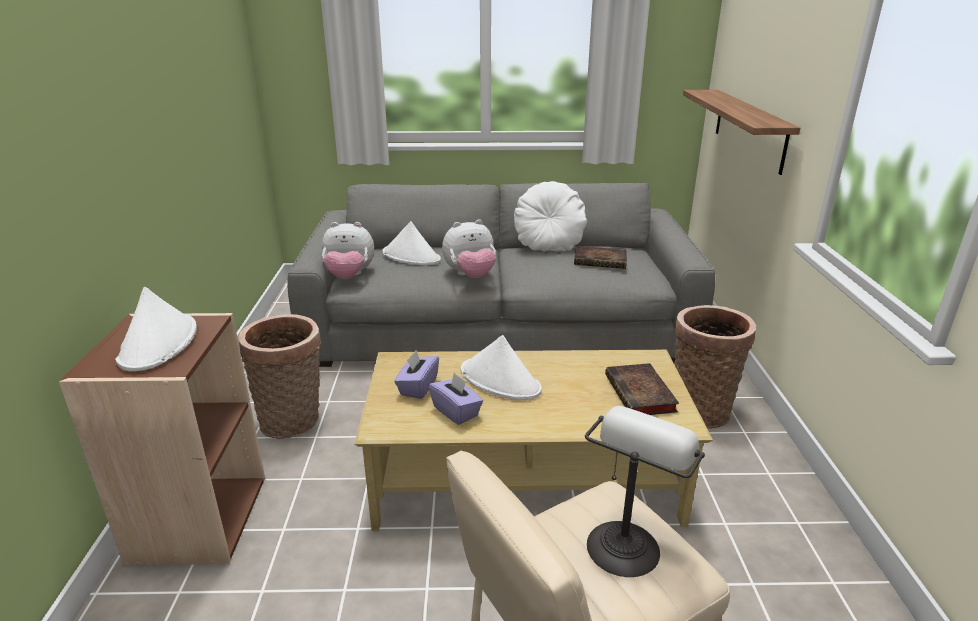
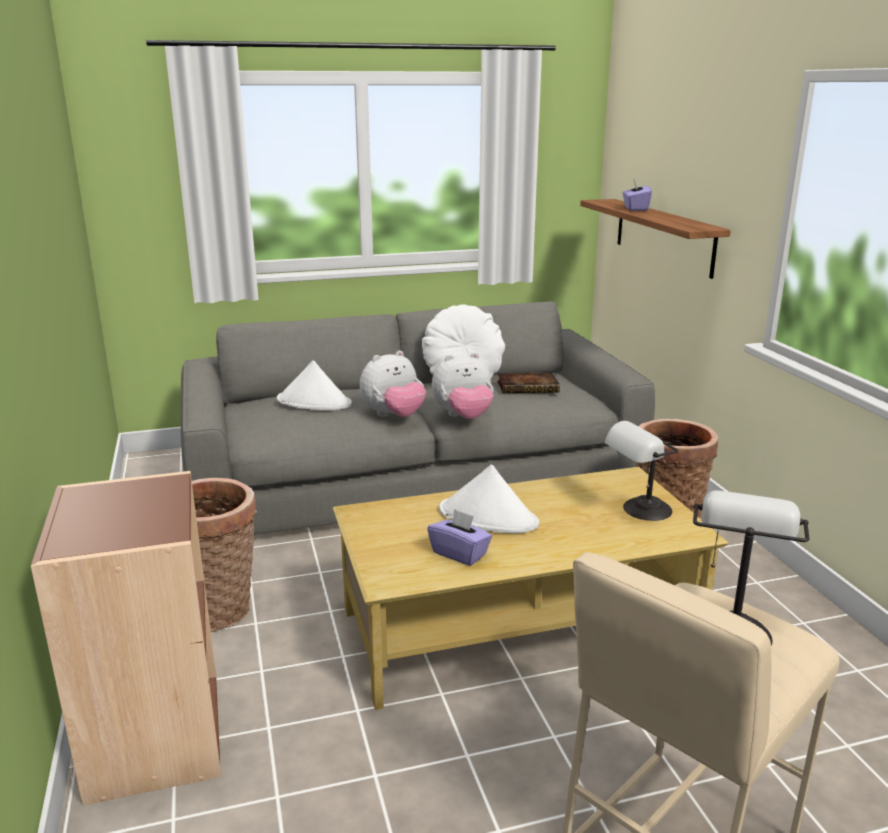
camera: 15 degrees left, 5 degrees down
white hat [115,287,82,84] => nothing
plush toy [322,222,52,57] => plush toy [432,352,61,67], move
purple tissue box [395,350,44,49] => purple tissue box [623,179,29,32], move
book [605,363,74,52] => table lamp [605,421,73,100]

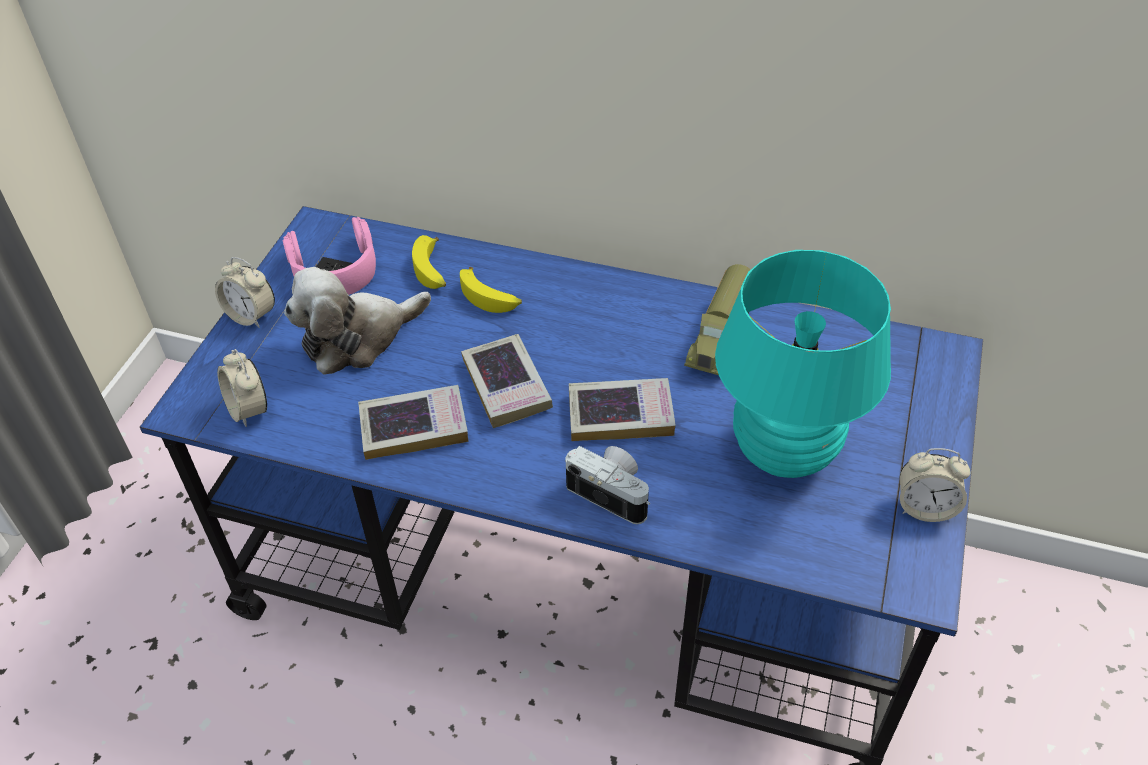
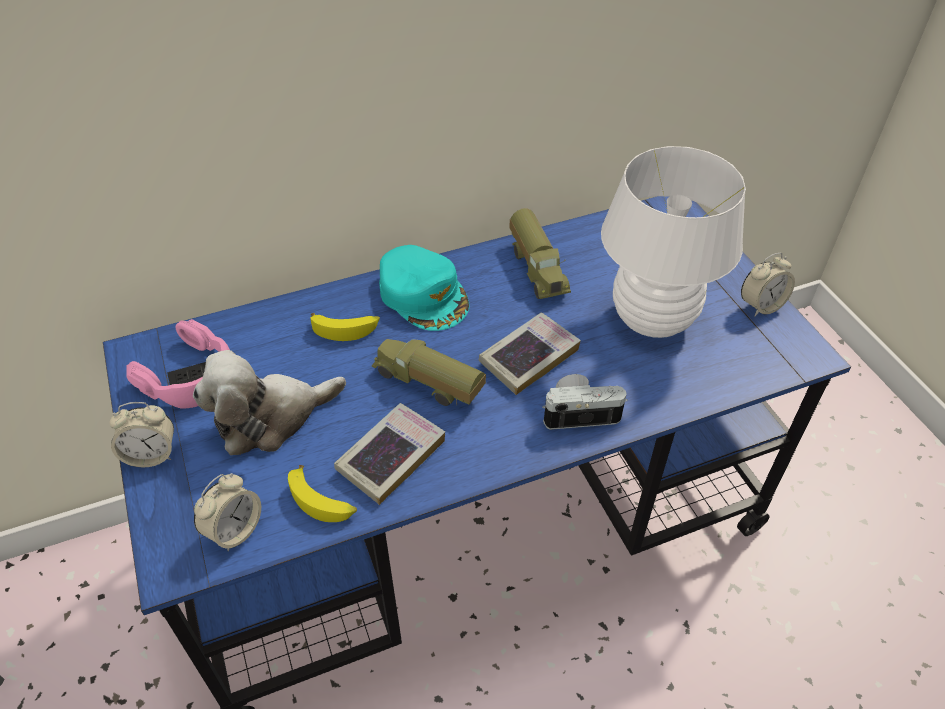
camera: 40 degrees left, 0 degrees up
nothing => turquoise cap [379,245,90,86]
banana [412,235,34,54] => banana [288,465,69,57], move
book [461,334,92,94] => toy truck [372,339,114,67]
turquoise table lamp [715,250,176,228] => white table lamp [601,146,145,192]
alarm clock [217,349,50,78] => alarm clock [194,473,67,78], 75 degrees counterclockwise
plush toy [284,267,147,108] => plush toy [193,350,153,105], 45 degrees clockwise

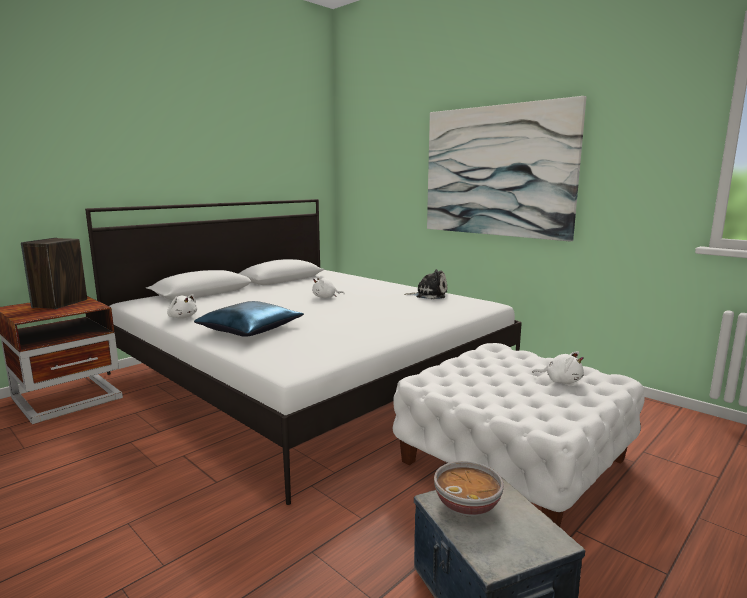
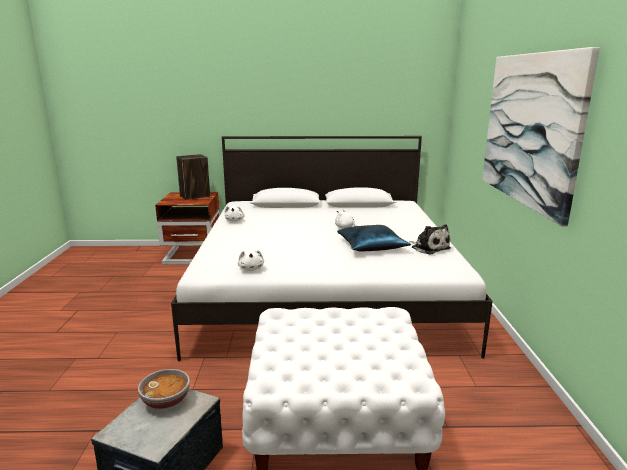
camera: 45 degrees right, 5 degrees up
blue pillow [194,301,110,36] => blue pillow [337,225,74,26], move
white plush toy [532,351,52,33] => white plush toy [238,249,26,22], move

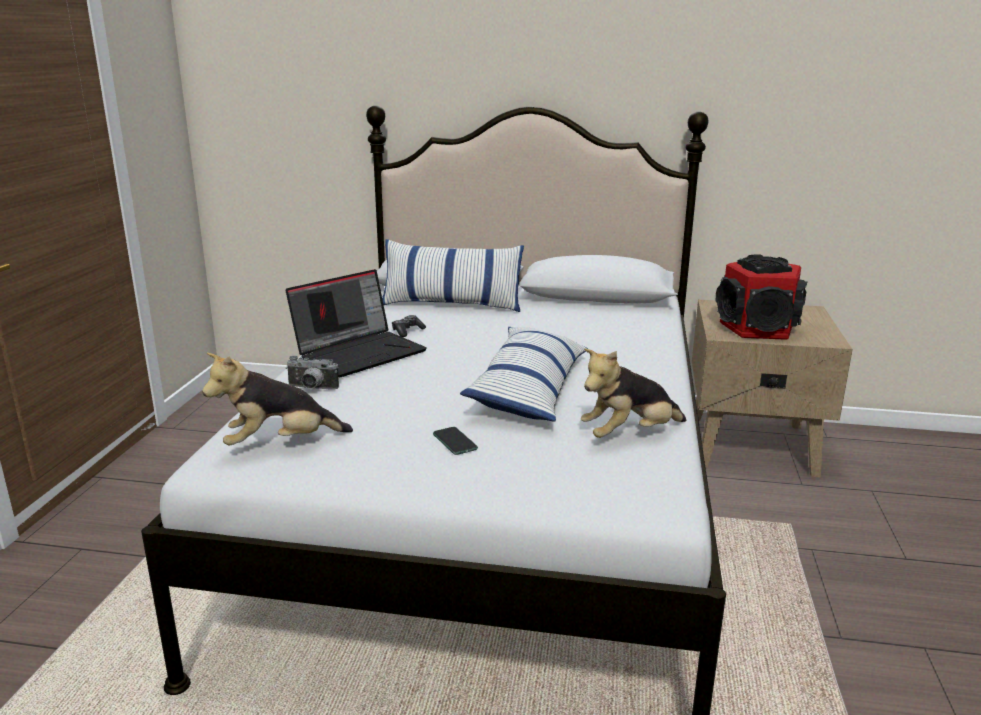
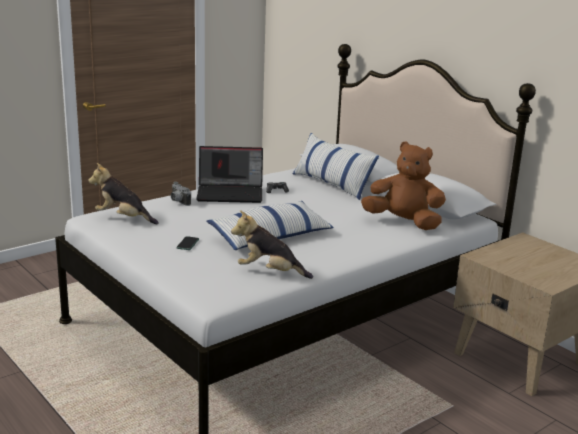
camera: 40 degrees right, 0 degrees up
speaker [716,255,91,85] => nothing
nothing => brown plush toy [361,142,85,88]

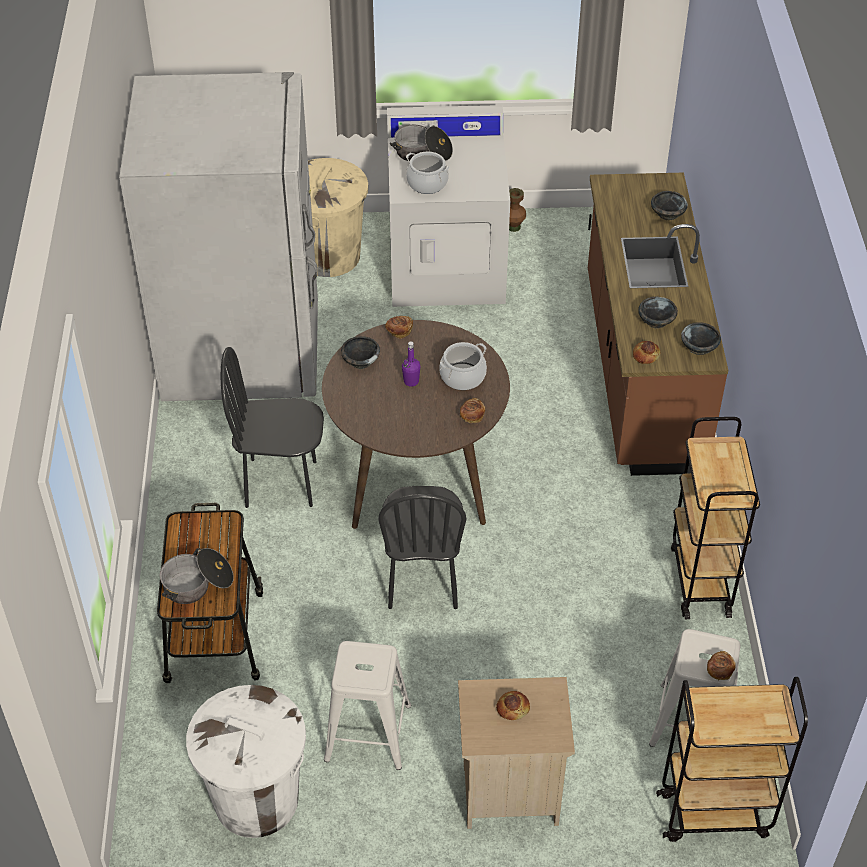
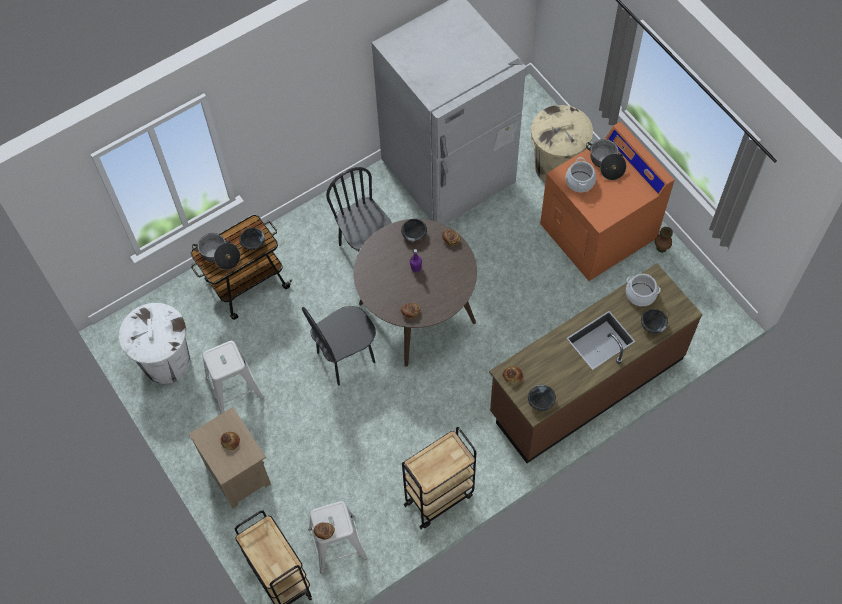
camera: 60 degrees right, 15 degrees up
cooking pot [439,342,48,48] => cooking pot [626,274,35,32], move
black bowl [638,296,40,33] => black bowl [239,228,26,22], move
white washing machine [387,105,123,202] => orange washing machine [540,121,134,160]

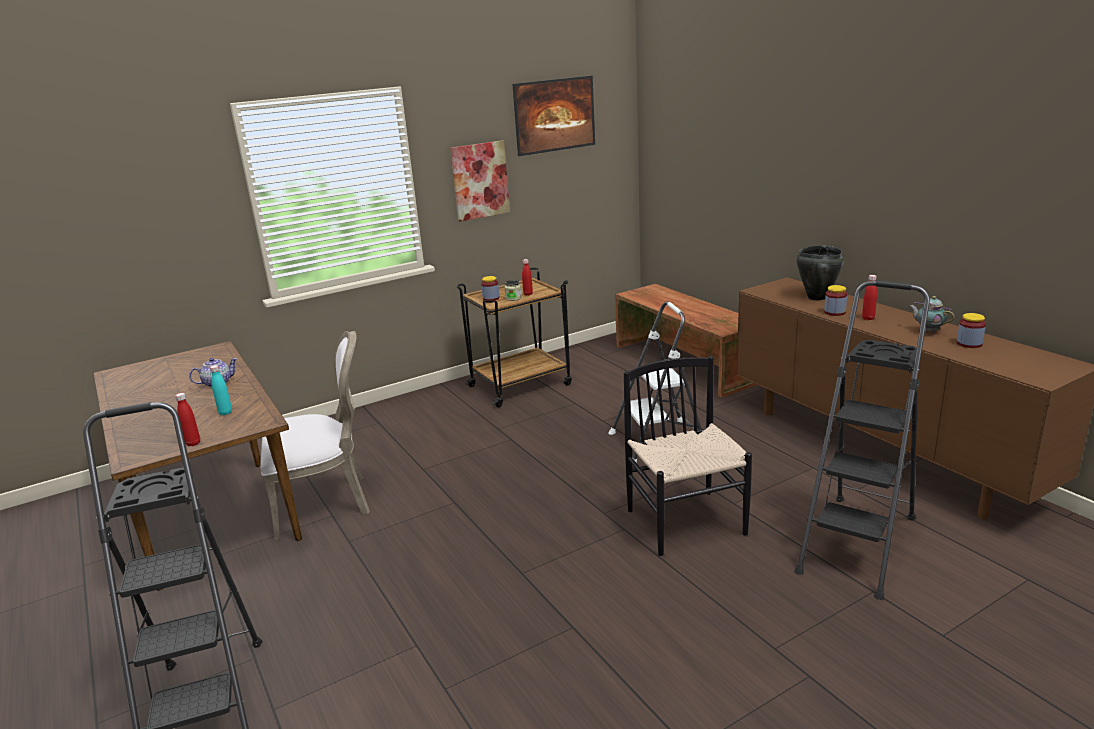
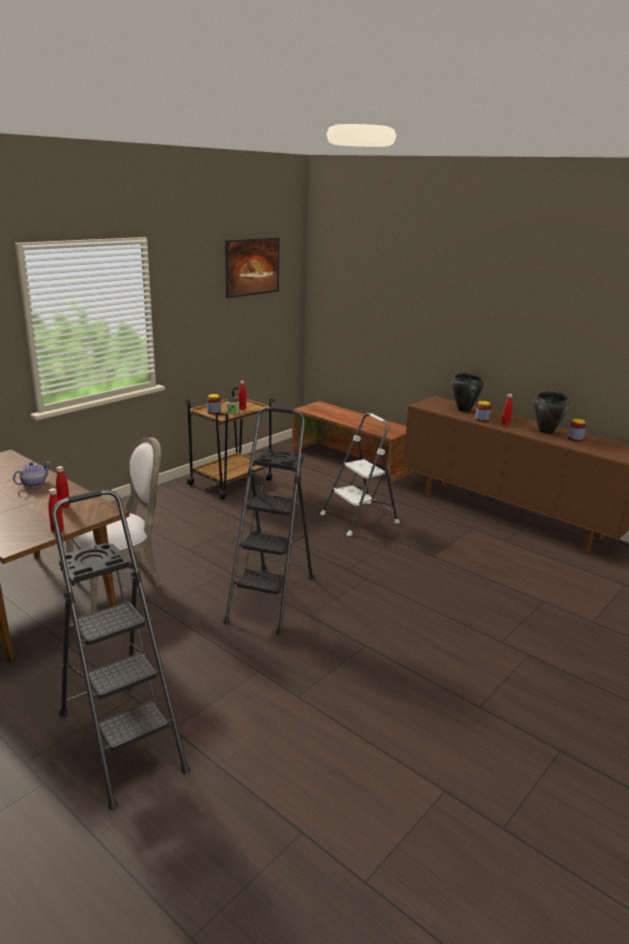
camera: 20 degrees left, 0 degrees up
picture [450,140,60,82] => nothing
black chair [624,356,128,200] => nothing
step ladder [794,280,136,320] => step ladder [223,407,91,228], move
teapot [909,296,46,37] => black cooking pot [534,391,36,43]
turquoise bottle [210,365,22,50] => red bottle [56,466,14,42]

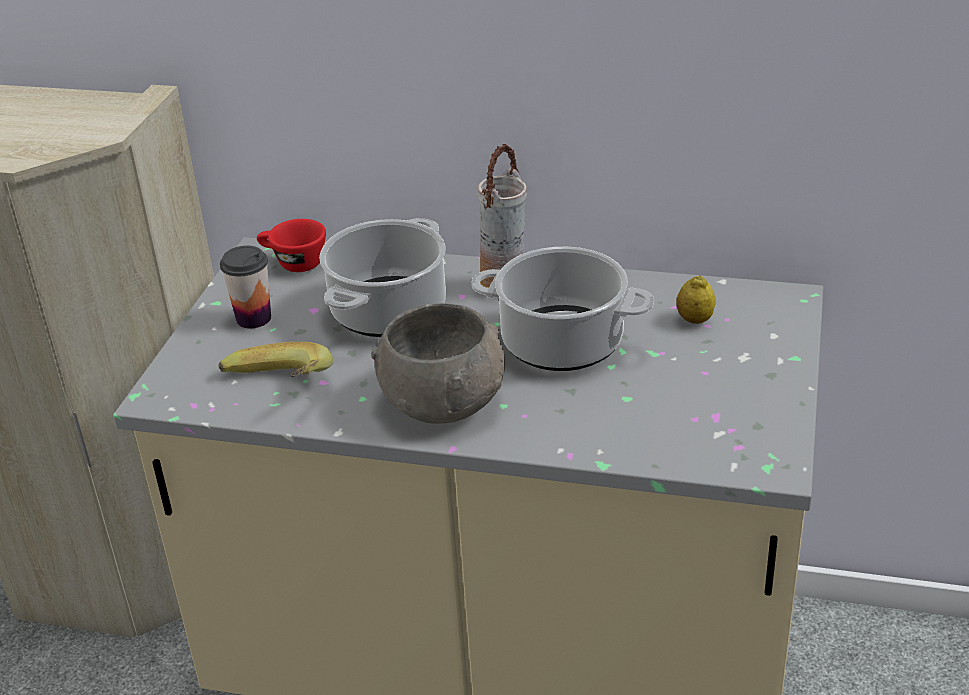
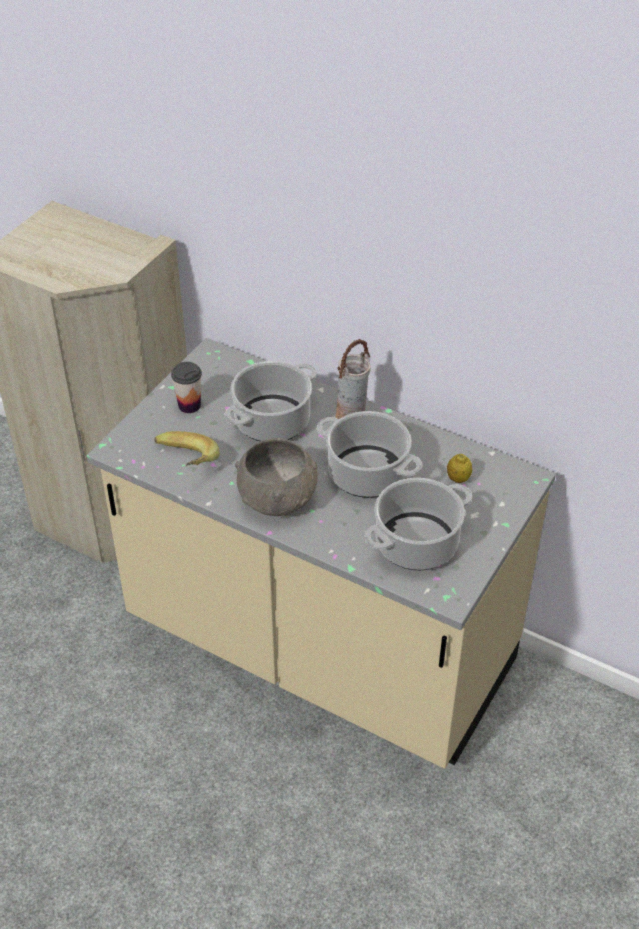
camera: 15 degrees right, 10 degrees up
red cup [257,219,69,53] => nothing
nothing => cooking pot [365,478,107,92]

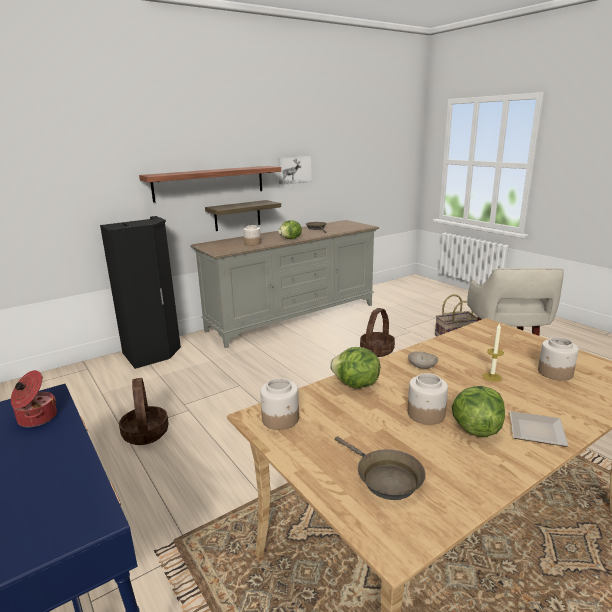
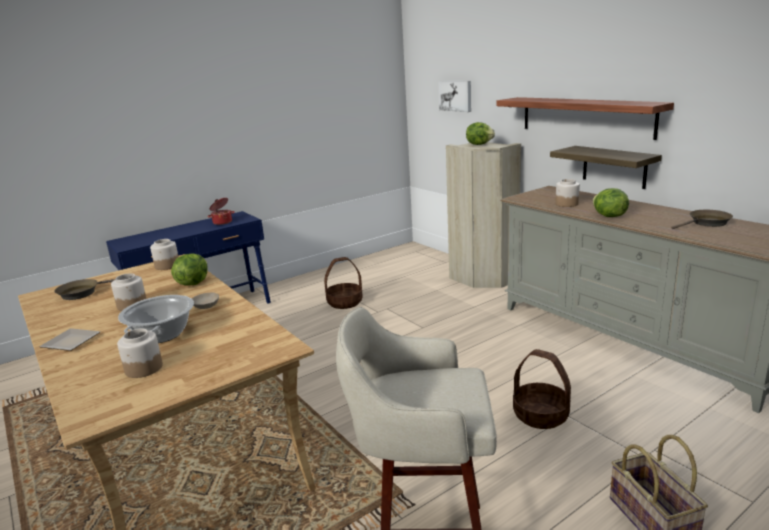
camera: 90 degrees right, 0 degrees up
picture [278,156,33,29] => picture [439,81,32,31], move
lettuce [452,386,53,51] => lettuce [466,122,29,23], move
candle [483,324,21,58] => cooking pot [118,295,76,48]
black cabinet [100,216,81,153] => beige cabinet [446,142,75,146]

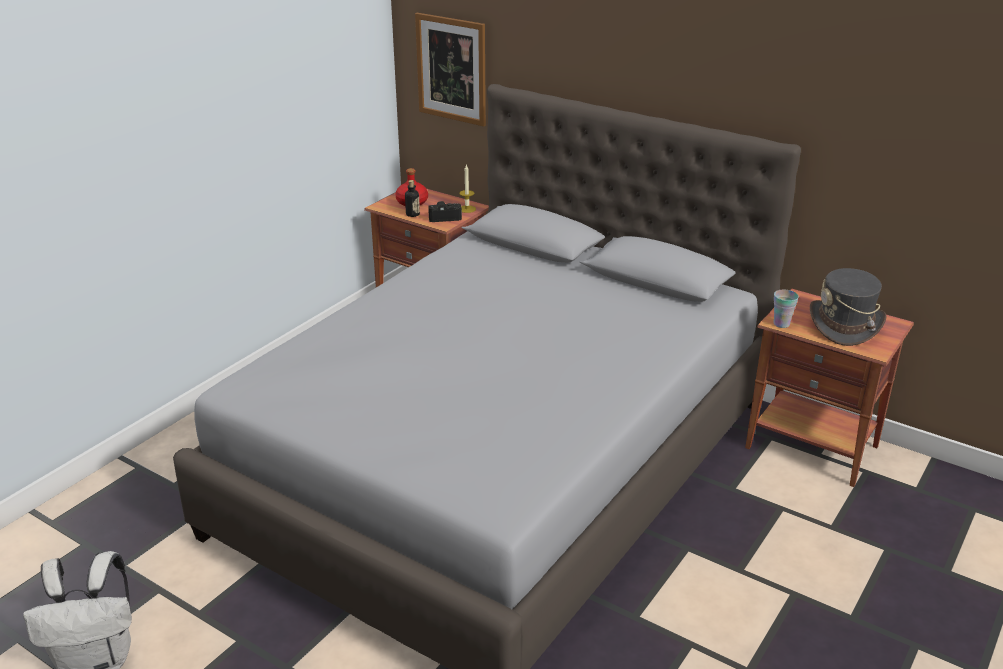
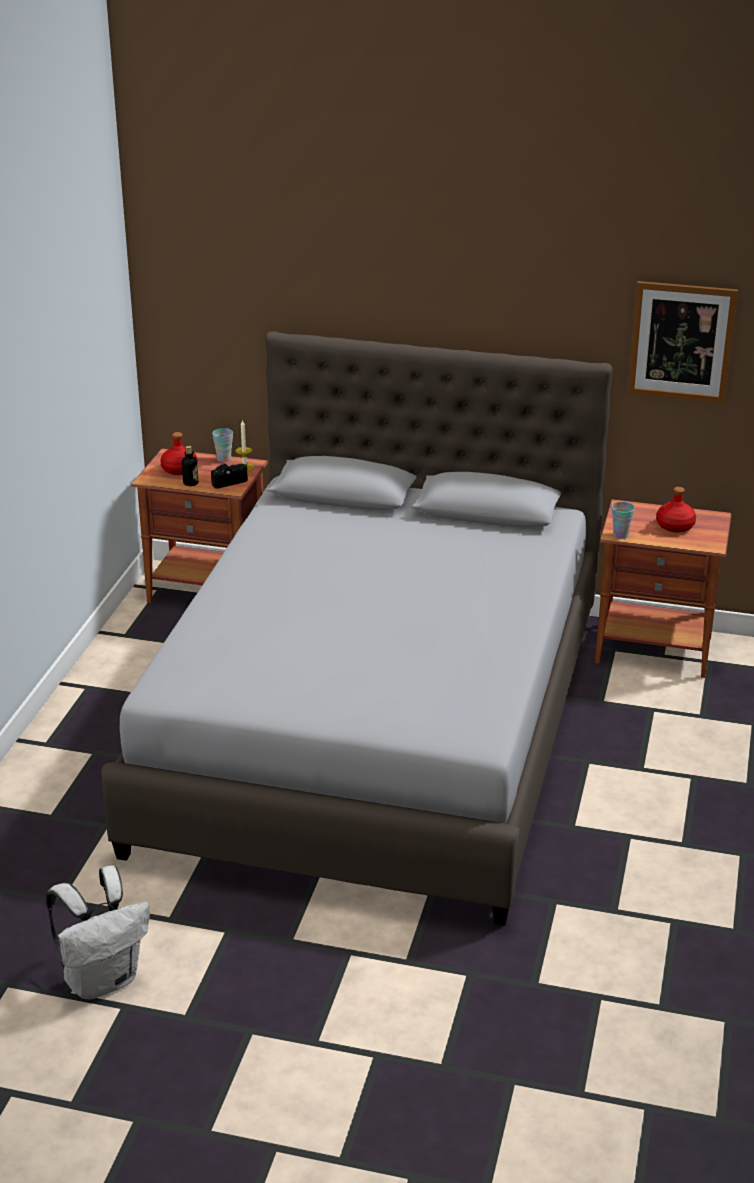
camera: 20 degrees left, 0 degrees up
nothing => cup [212,428,21,34]
picture [415,13,71,113] => picture [628,281,110,122], move
grey hat [810,268,77,78] => red bottle [656,487,40,45]

